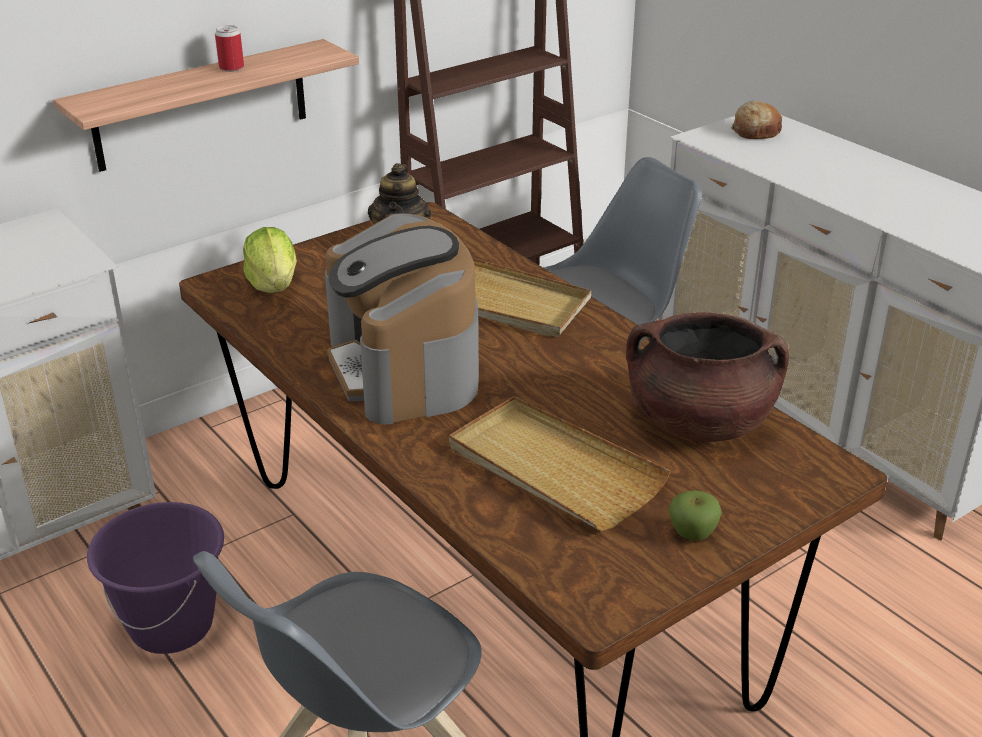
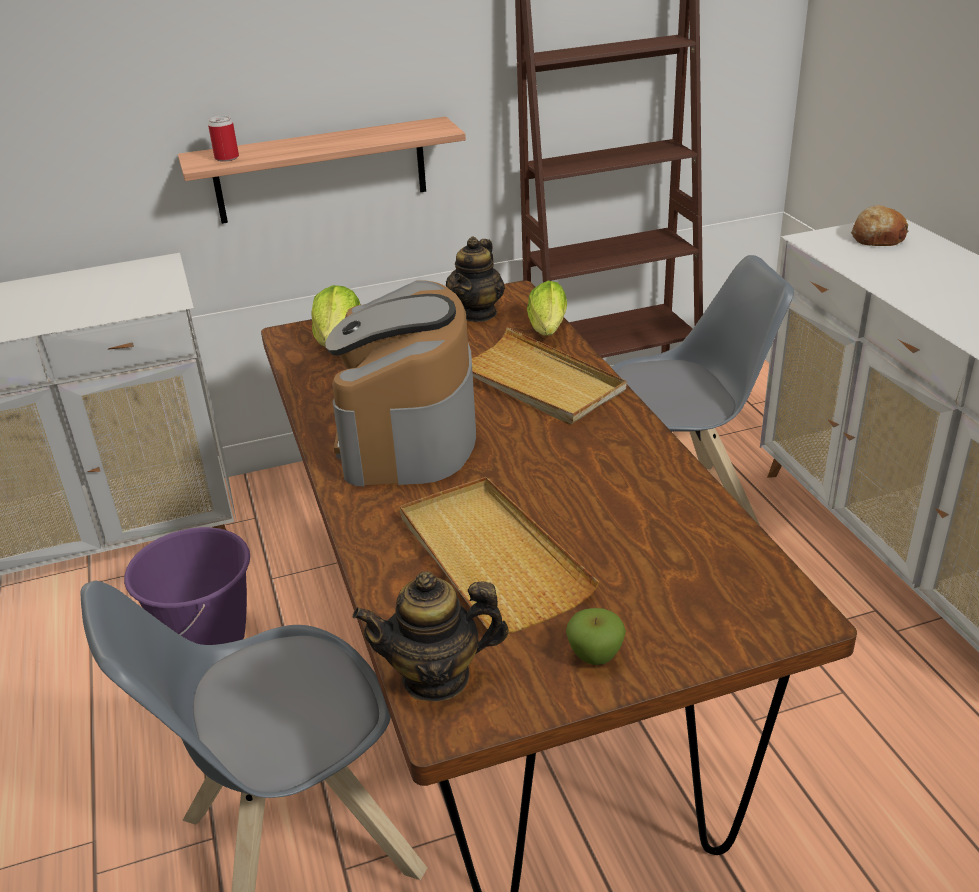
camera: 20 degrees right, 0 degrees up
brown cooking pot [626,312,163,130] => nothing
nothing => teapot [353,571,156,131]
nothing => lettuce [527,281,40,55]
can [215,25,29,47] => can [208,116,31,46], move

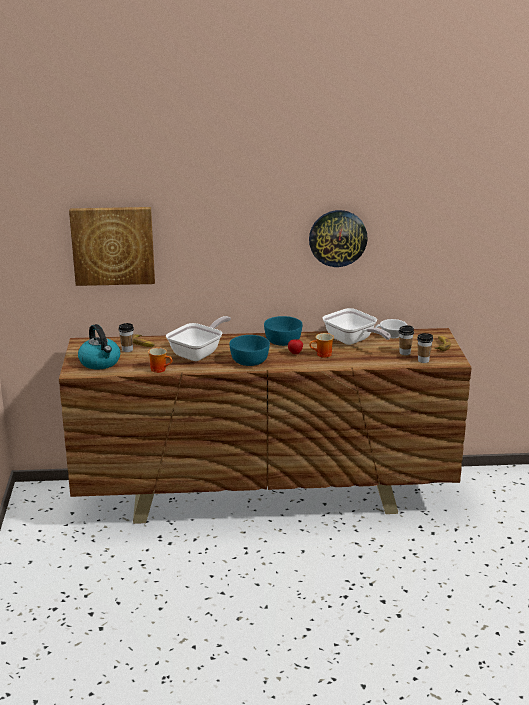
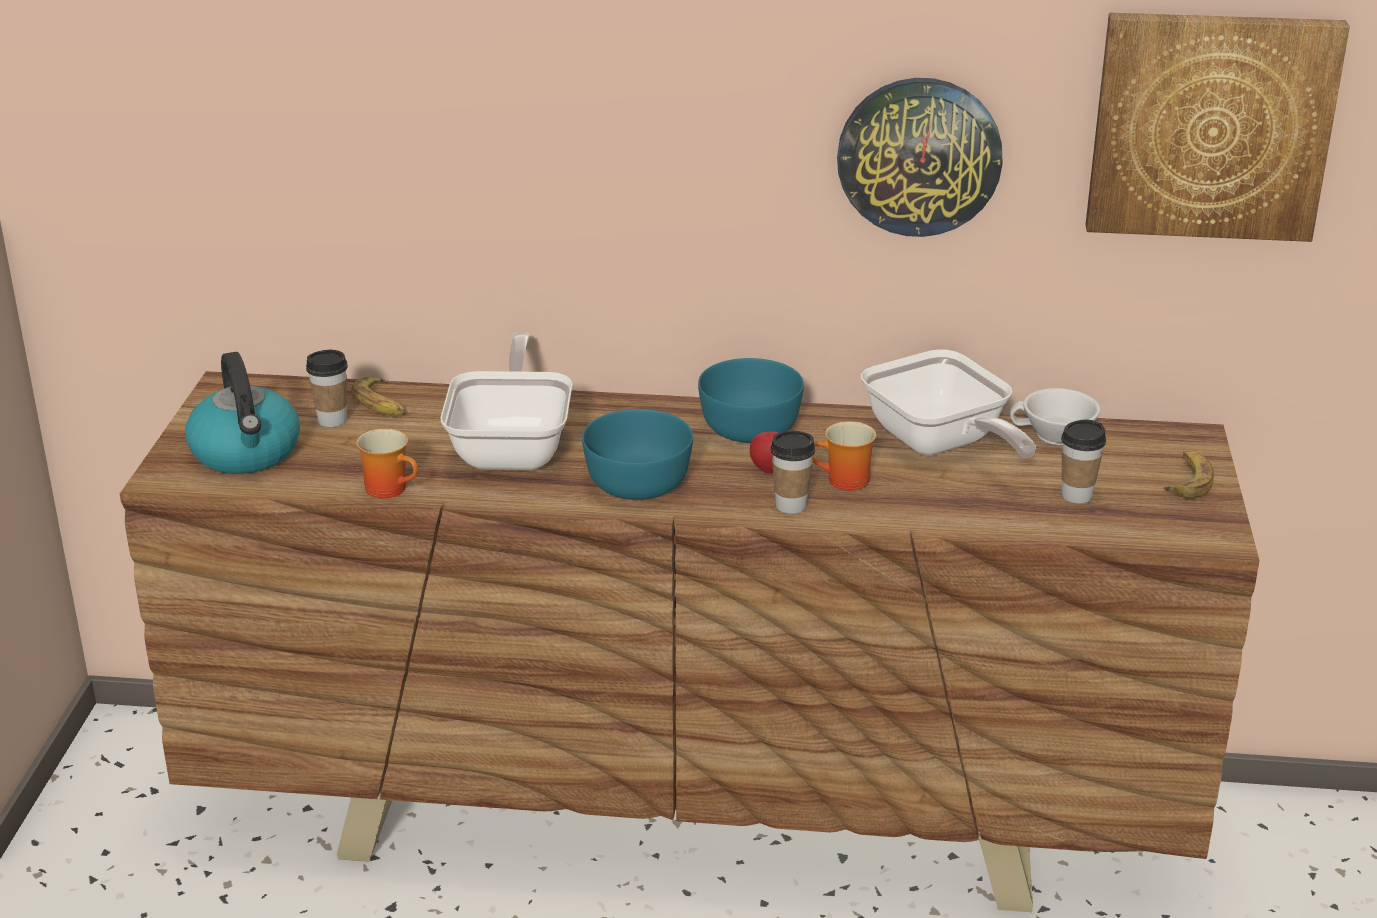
camera: 10 degrees right, 5 degrees up
picture [69,207,86,79] => picture [1086,13,264,229], move
cup [417,333,16,30] => cup [771,431,44,83], move
frying pan [166,316,65,45] => frying pan [440,332,133,138], 45 degrees counterclockwise

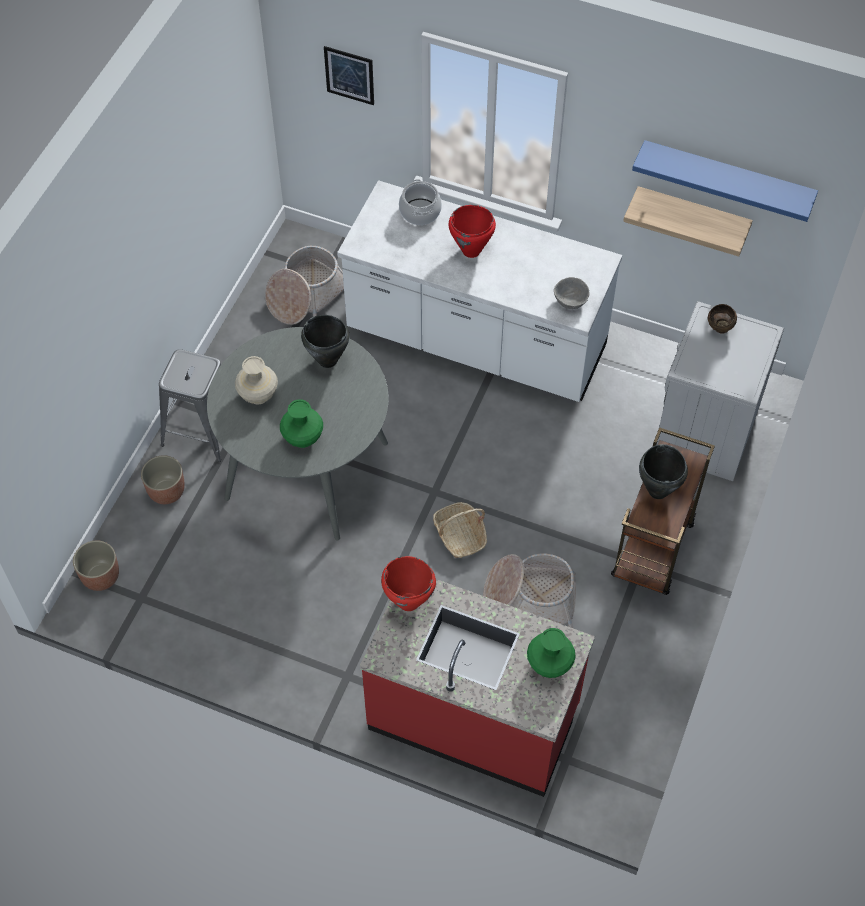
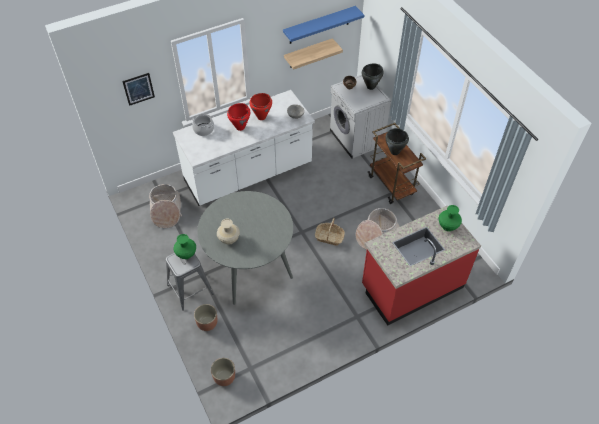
camera: 50 degrees left, 5 degrees down
green vase [280,399,43,49] => green vase [174,234,22,25], move
black cooking pot [301,315,49,53] => black cooking pot [362,63,22,27], move
red cooking pot [381,556,55,55] => red cooking pot [249,93,23,27], move

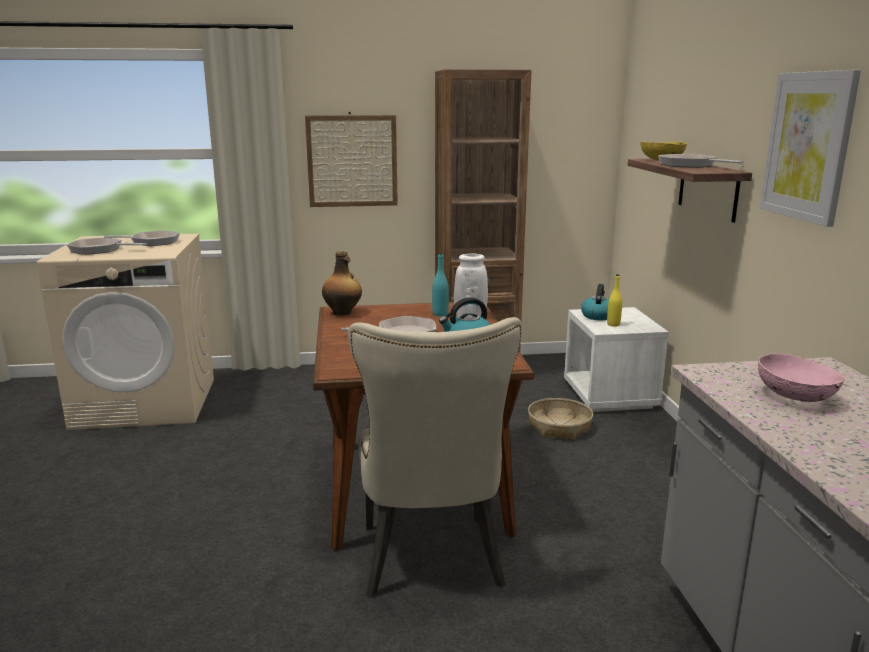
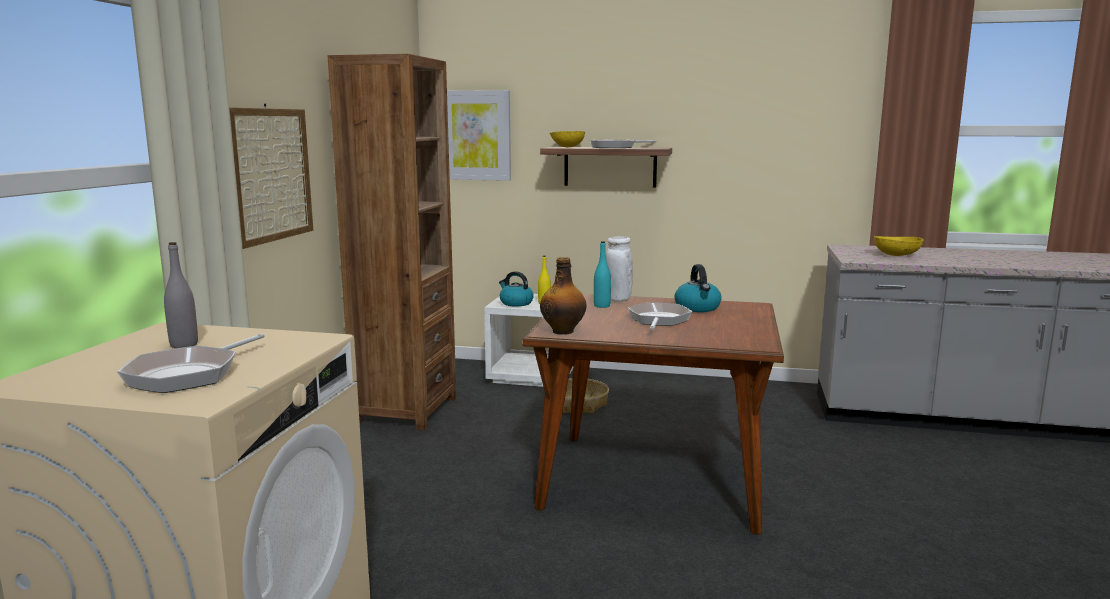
camera: 70 degrees left, 5 degrees down
beige chair [348,317,174,280] => nothing
picture [760,70,101,157] => picture [447,90,64,91], move
frying pan [104,230,76,16] => grey bottle [164,242,34,106]
pink bowl [758,353,87,49] => yellow bowl [874,236,50,20]

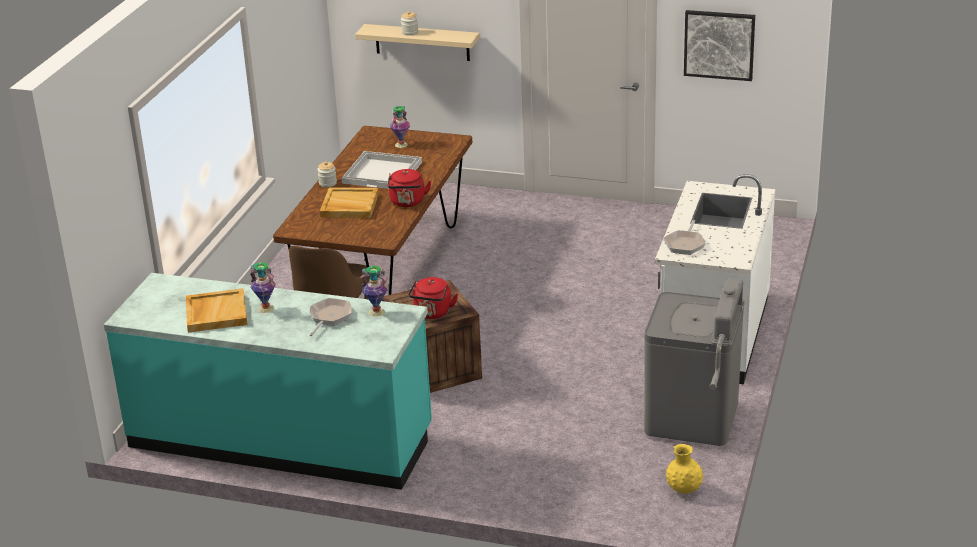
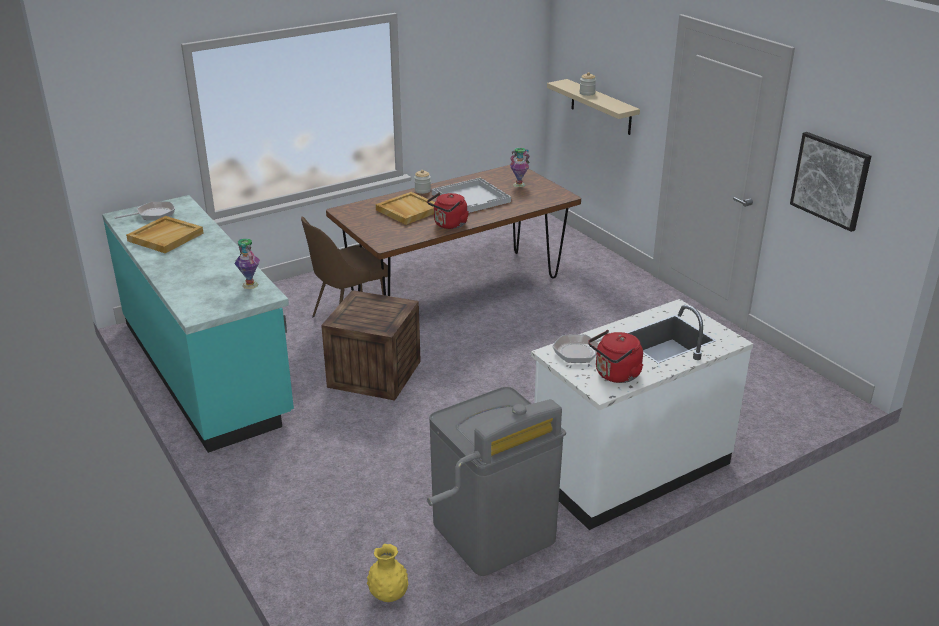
camera: 40 degrees right, 0 degrees up
vase [250,263,26,50] => nothing
frying pan [310,298,42,38] => frying pan [114,201,61,19], move
red kettle [408,277,50,42] => red kettle [588,330,55,53], move

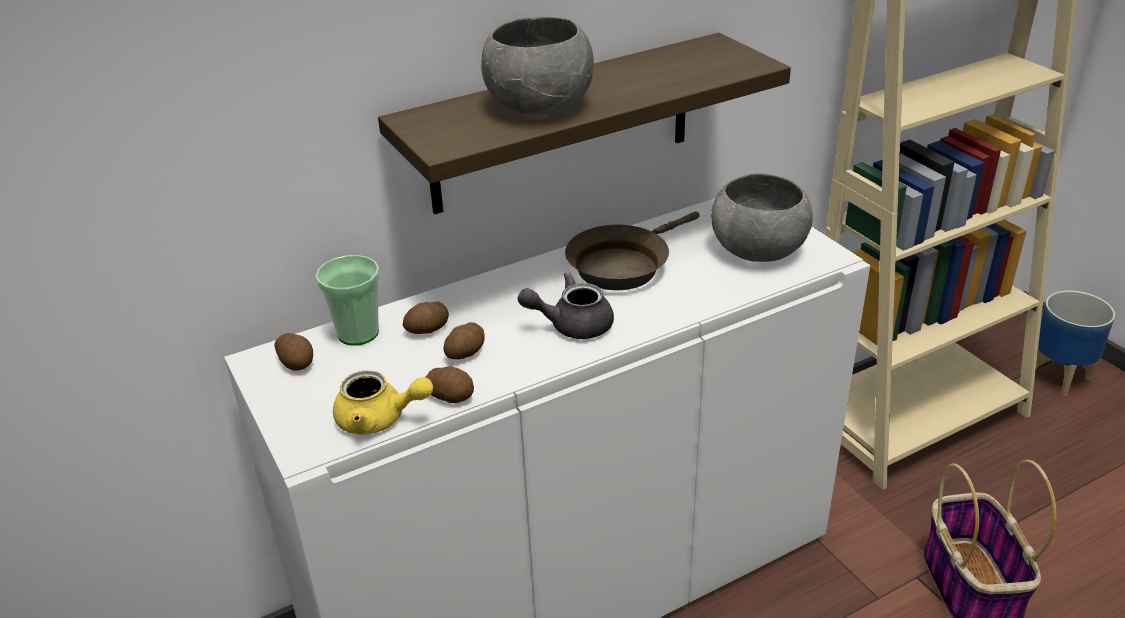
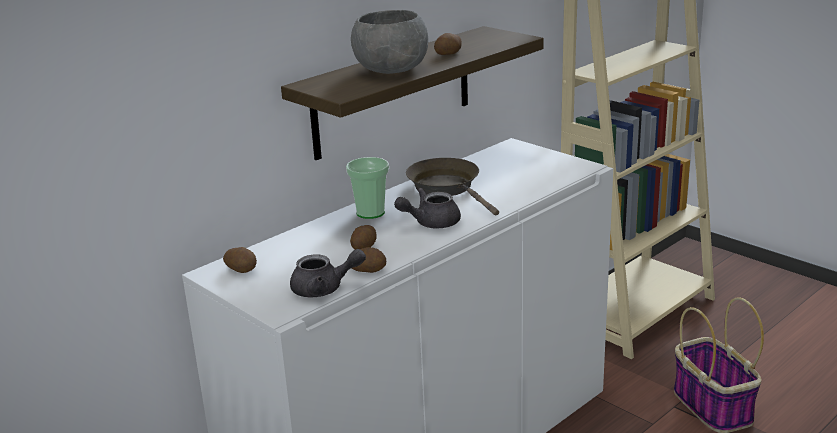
camera: 15 degrees left, 10 degrees down
grey bowl [711,173,102,89] => nothing
planter [1036,291,79,105] => nothing
cup [315,255,65,91] => cup [346,157,43,62], move
potato [403,302,46,32] => potato [434,33,28,22], move
yellow teapot [333,371,100,64] => grey teapot [290,249,76,48]
brown frying pan [565,211,135,79] => brown frying pan [406,158,93,58], 120 degrees clockwise

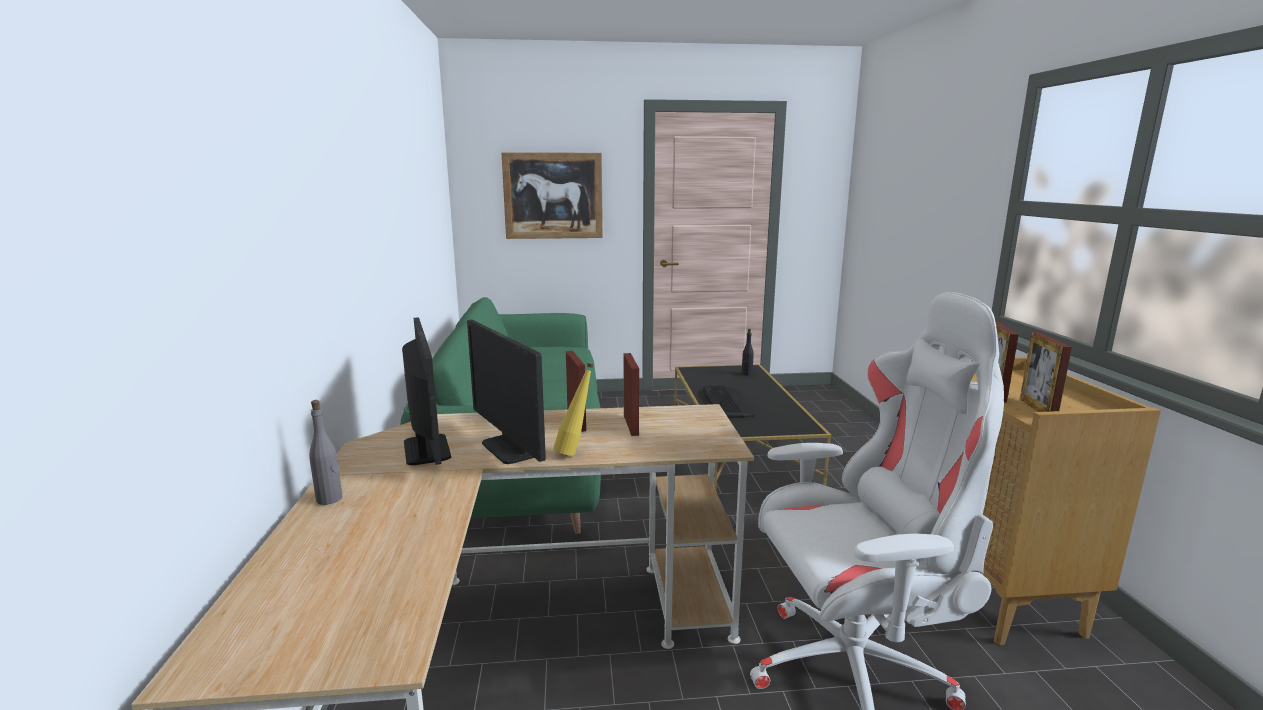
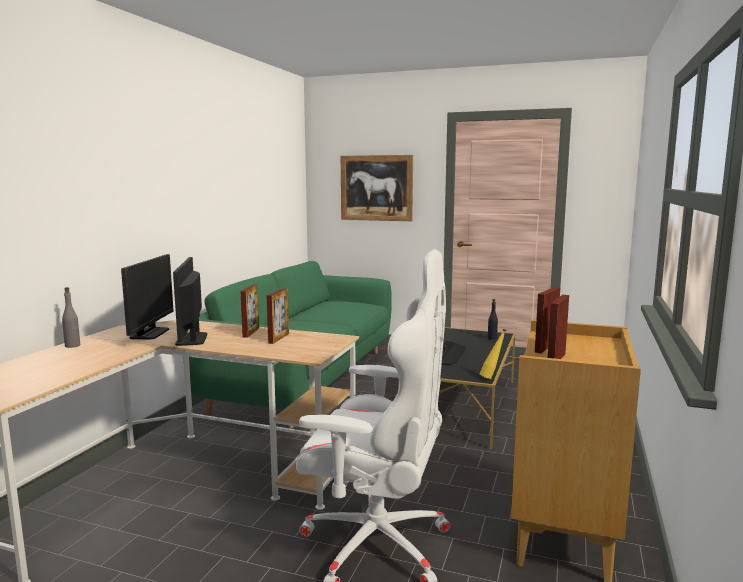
camera: 25 degrees right, 5 degrees down
yellow bottle [553,363,41,93] => yellow bottle [480,329,26,50], move

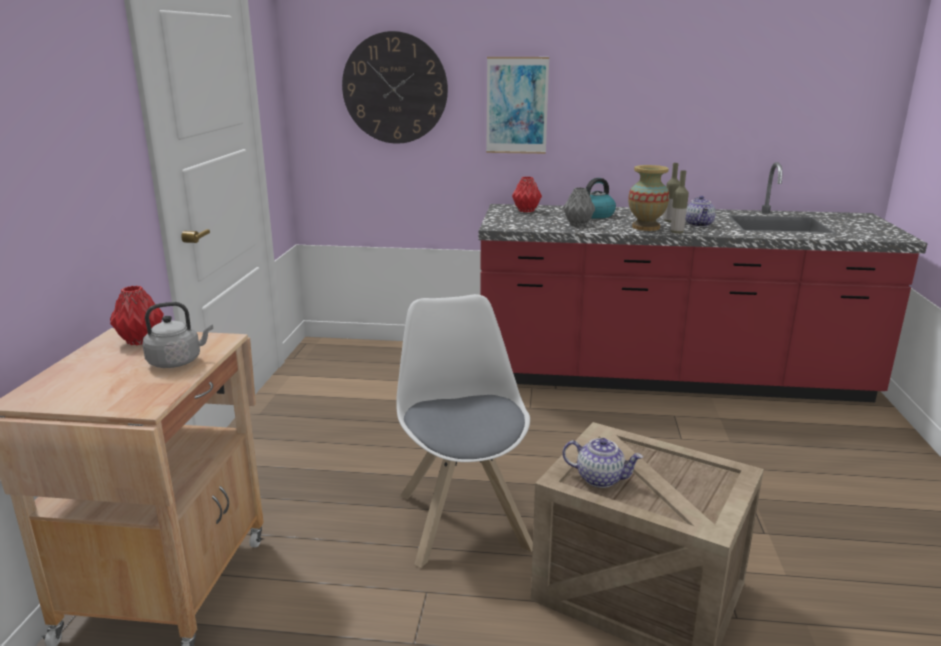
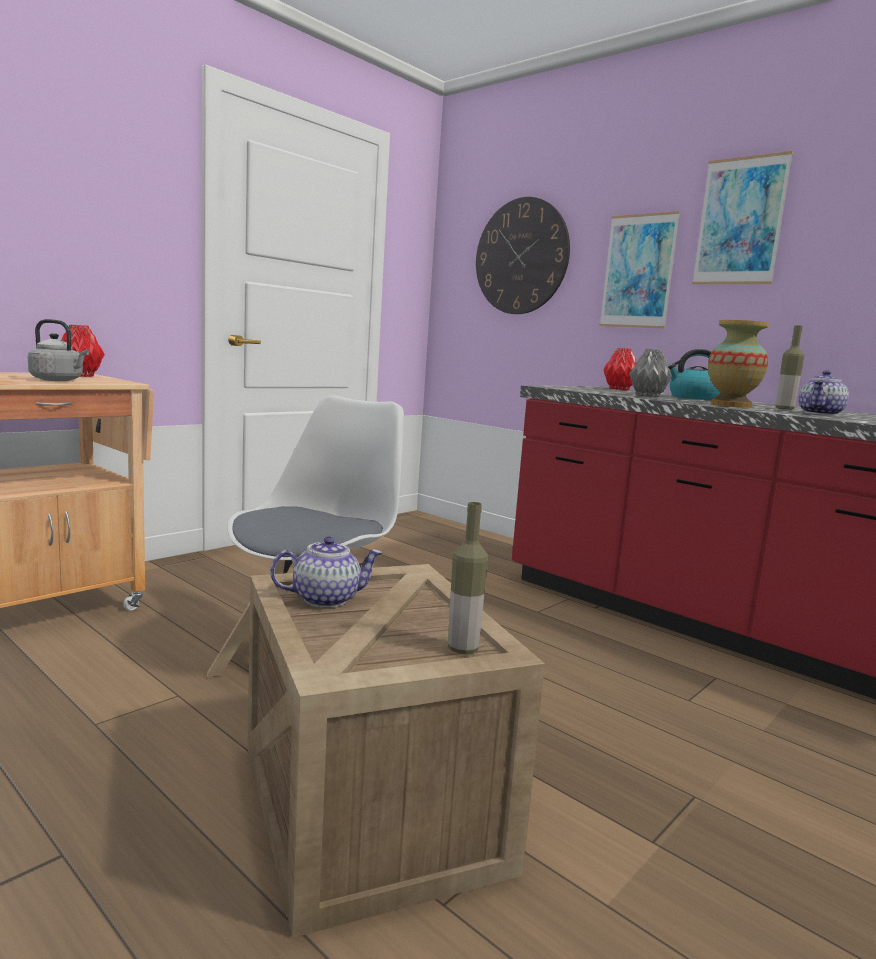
camera: 35 degrees right, 10 degrees down
nothing => picture [692,151,101,133]
bottle [671,170,18,63] => bottle [448,502,40,152], move
teapot [562,438,81,50] => teapot [270,536,112,72], 75 degrees counterclockwise

